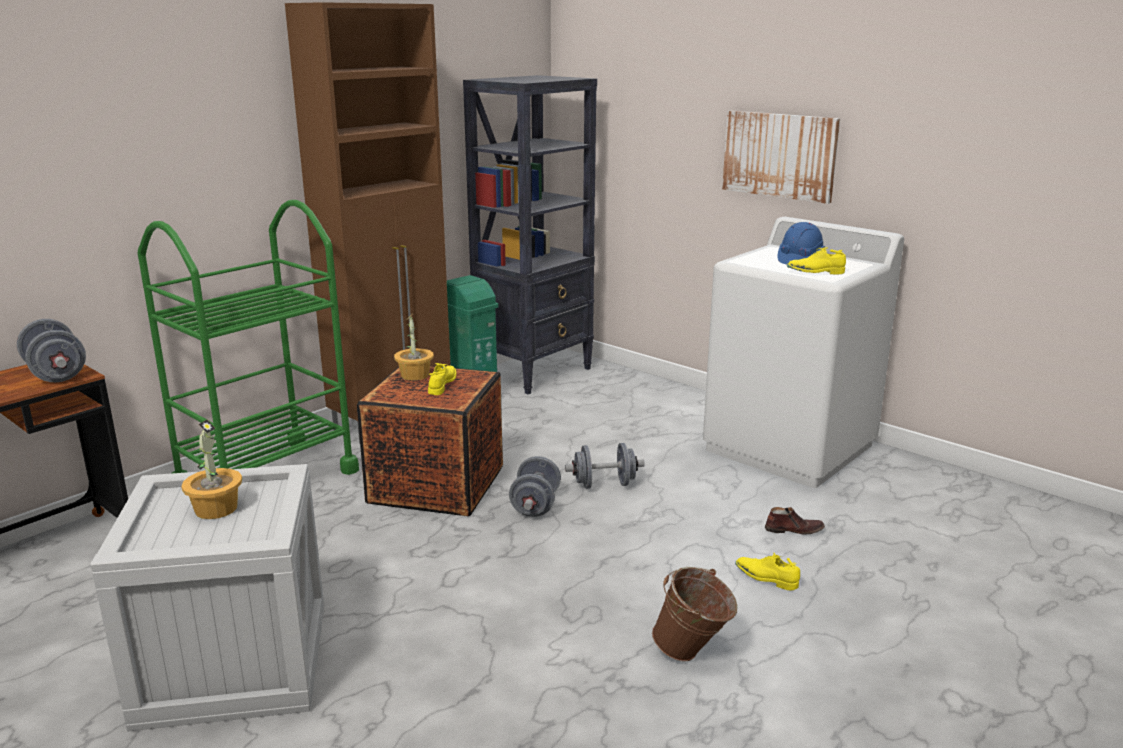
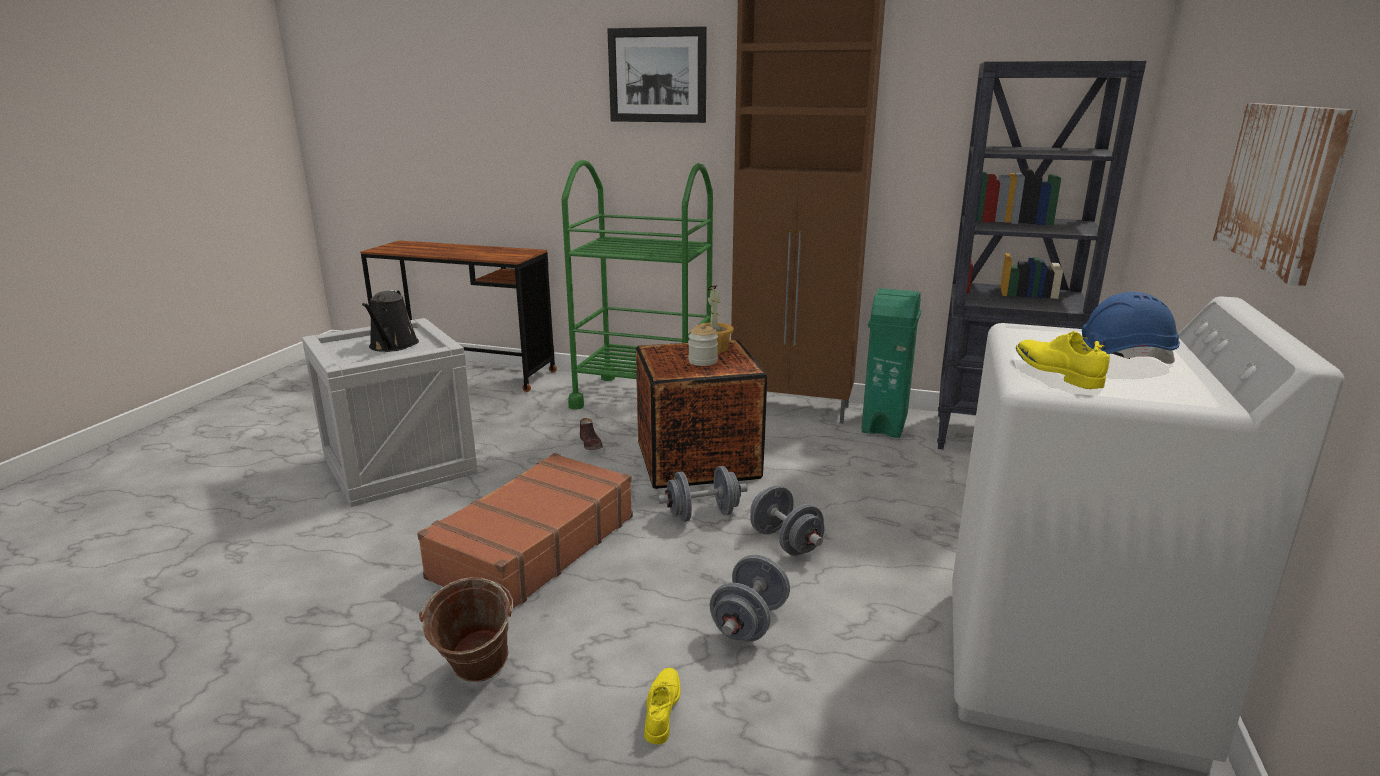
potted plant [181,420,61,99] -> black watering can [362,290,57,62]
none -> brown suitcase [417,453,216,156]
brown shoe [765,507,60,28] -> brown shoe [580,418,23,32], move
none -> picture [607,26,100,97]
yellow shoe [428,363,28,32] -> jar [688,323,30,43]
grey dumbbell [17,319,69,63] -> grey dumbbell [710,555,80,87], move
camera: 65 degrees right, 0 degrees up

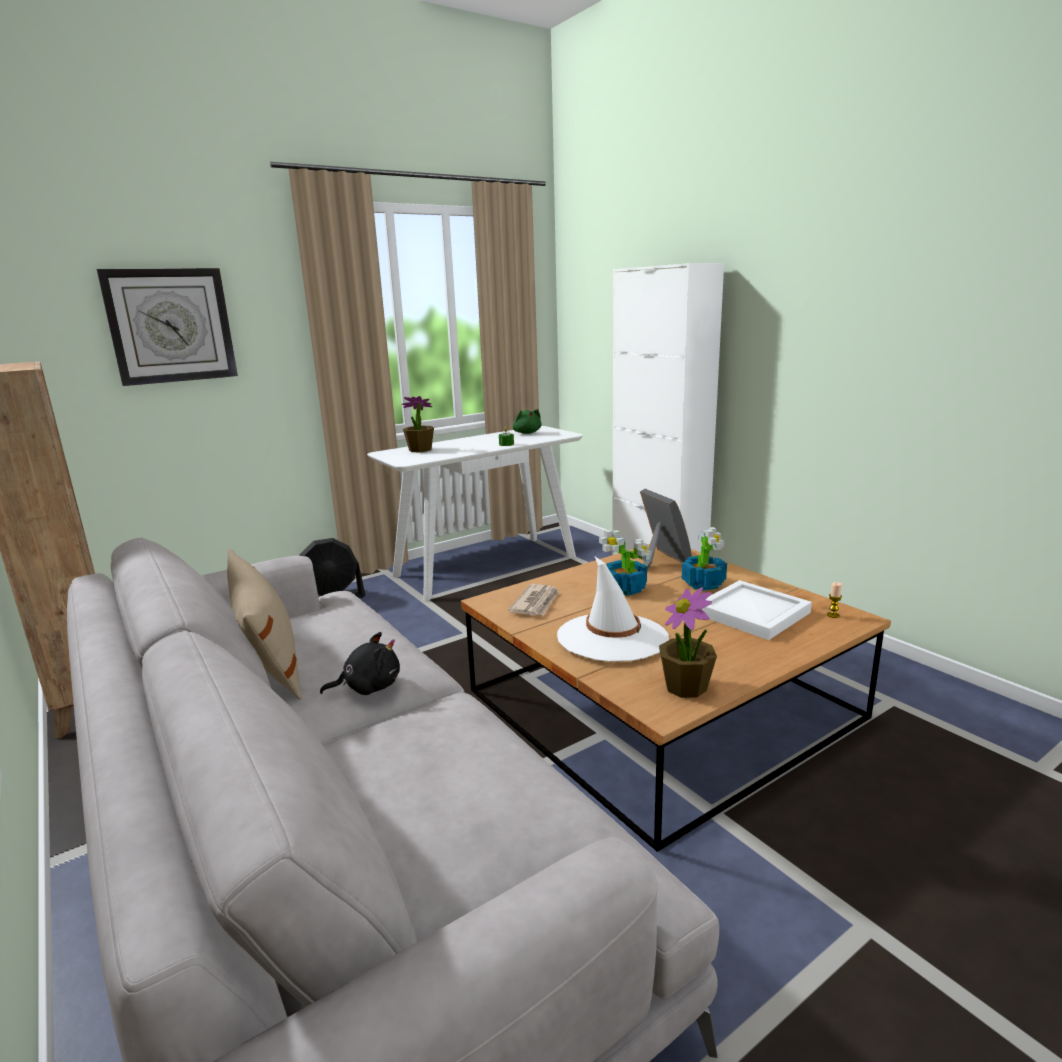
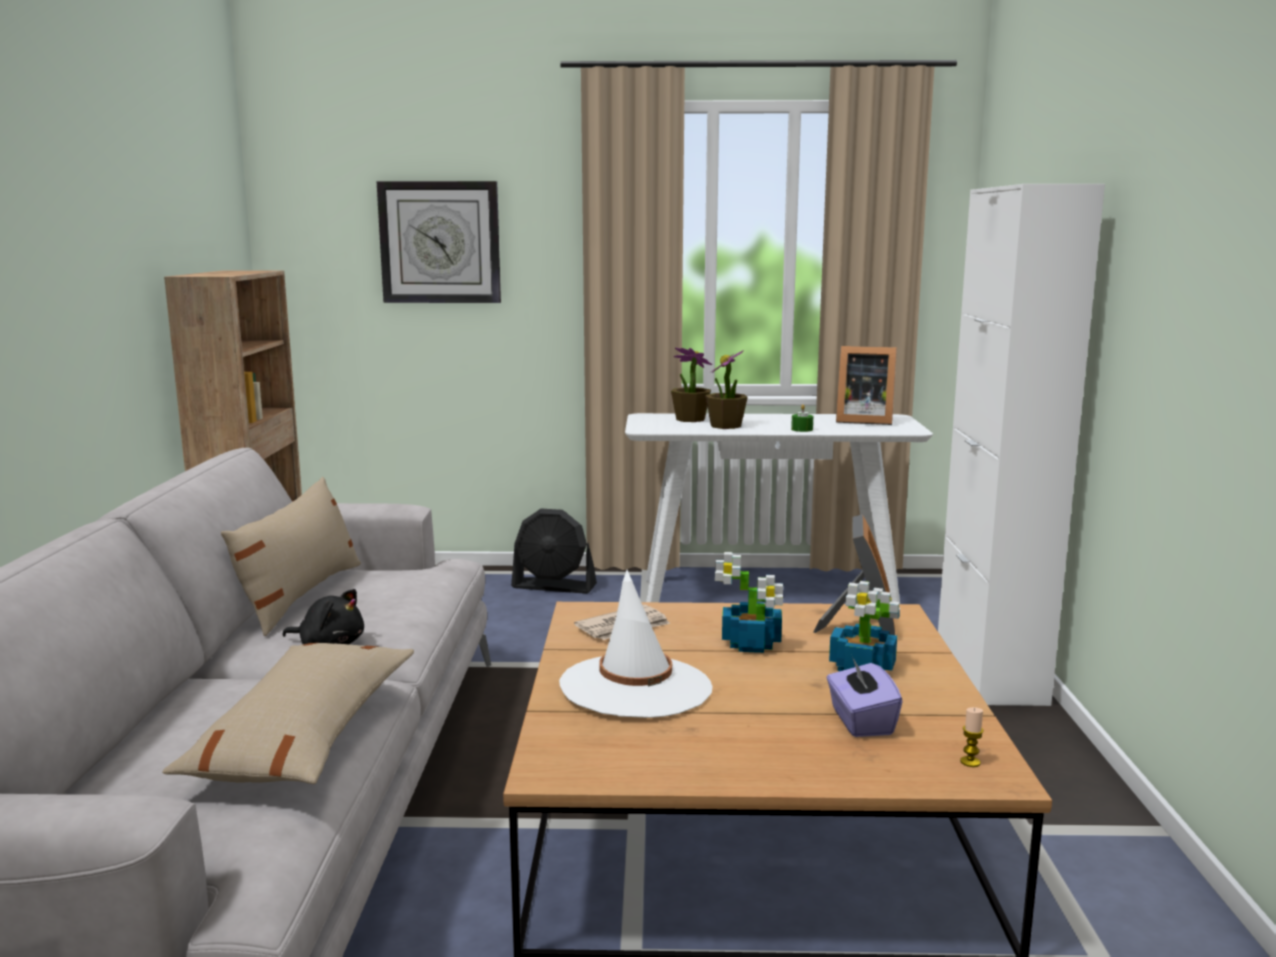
none -> beige pillow [162,643,252,141]
potted plant [659,587,58,111] -> potted plant [705,350,43,79], move
white tray [701,580,111,60] -> purple tissue box [827,657,76,80]
green plush toy [513,409,28,25] -> picture frame [836,346,61,79]
camera: 35 degrees right, 5 degrees down

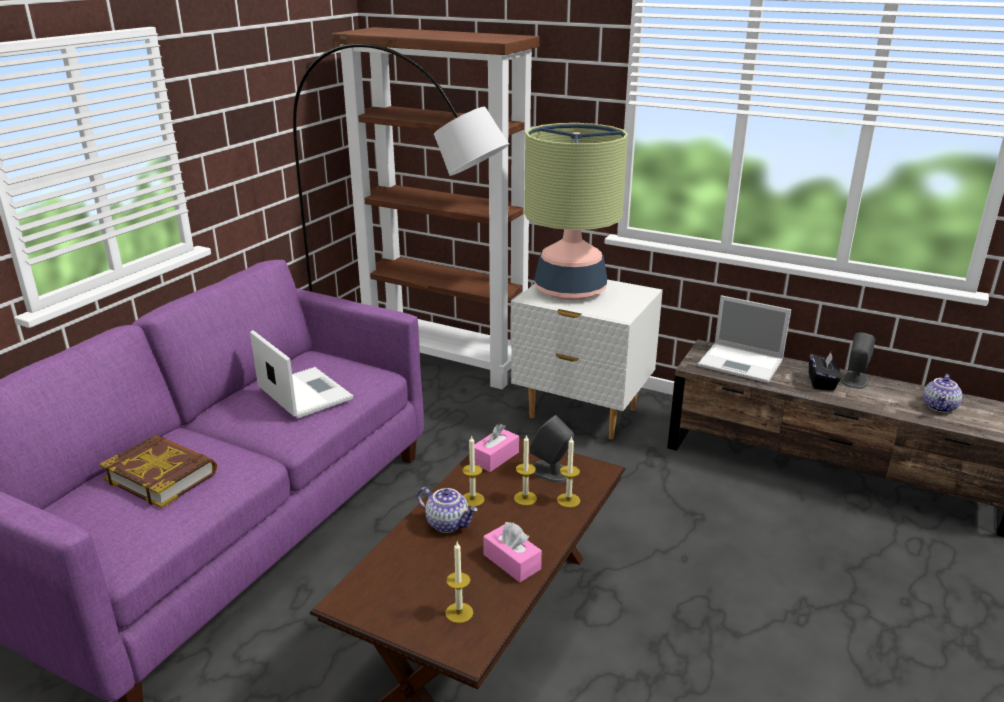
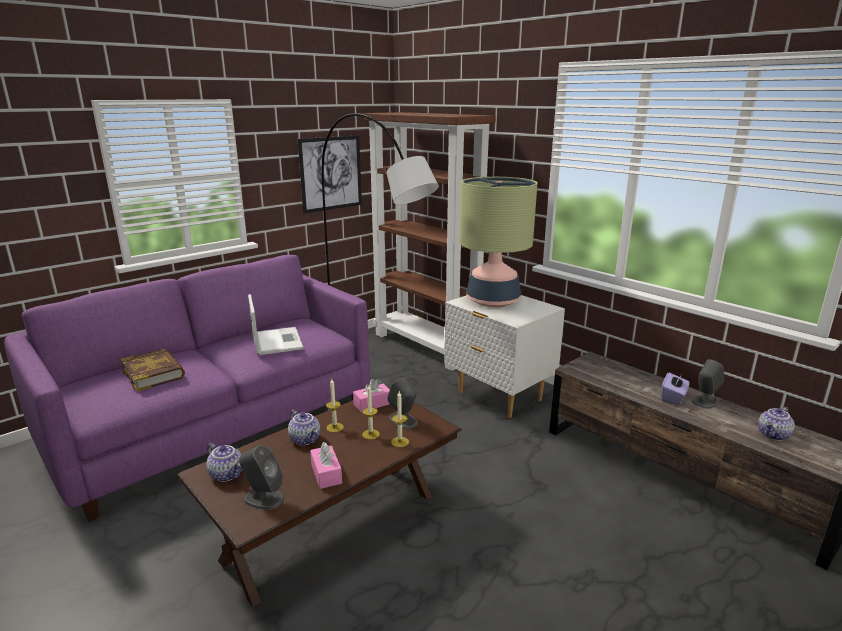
none -> teapot [206,443,36,39]
candle [445,542,28,81] -> grey speaker [239,445,45,65]
none -> picture [298,135,64,78]
black tissue box [809,352,32,38] -> purple tissue box [661,373,28,32]
laptop [698,295,93,88] -> none
camera: 20 degrees right, 5 degrees down

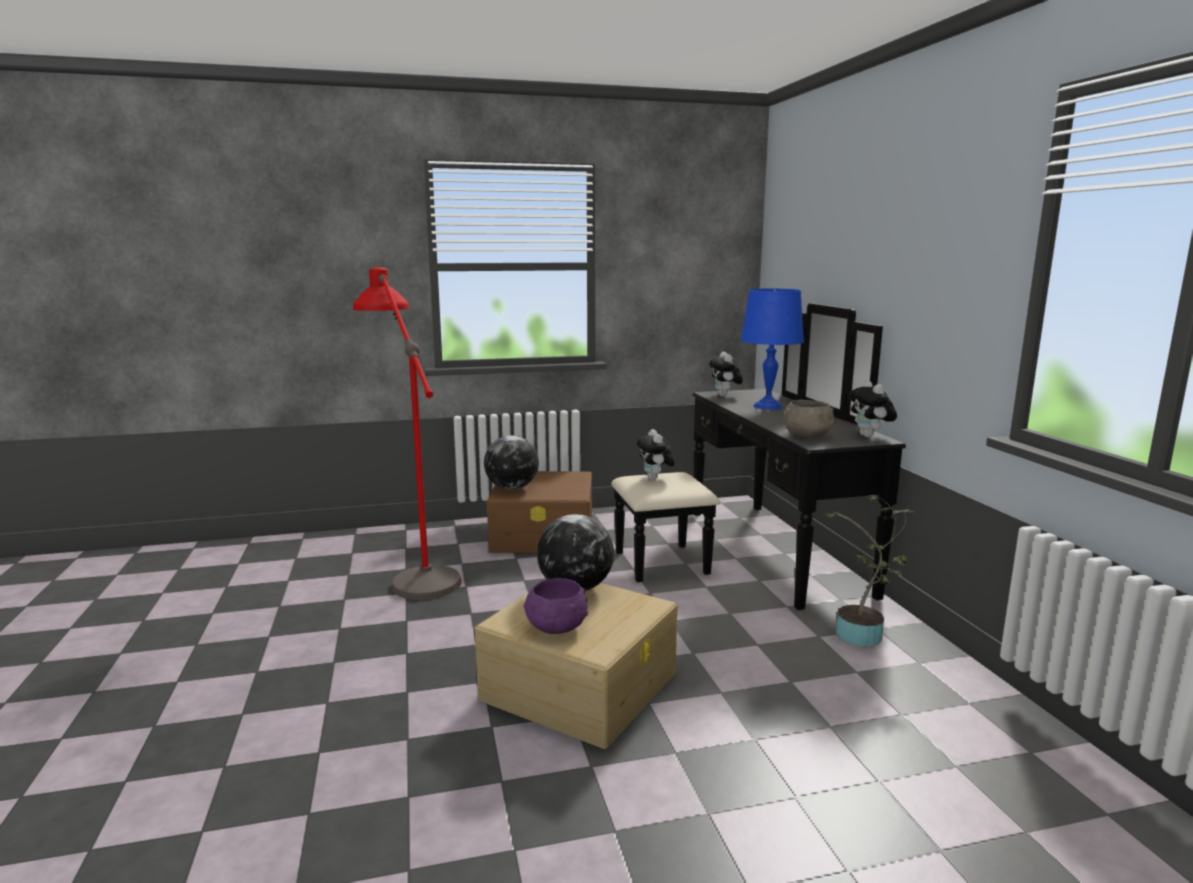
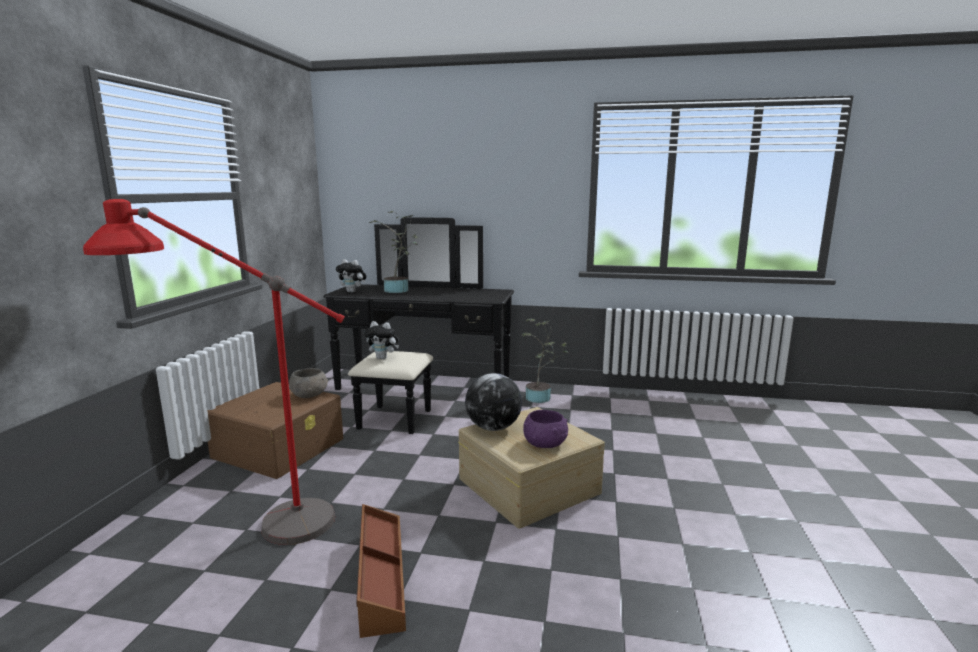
grey bowl [784,400,50,37] -> grey bowl [289,368,39,30], move
none -> brown storage box [356,504,50,134]
blue table lamp [741,288,63,122] -> potted plant [369,211,49,82]
globe [484,435,55,55] -> none
plush toy [848,380,49,57] -> none
camera: 65 degrees left, 0 degrees up

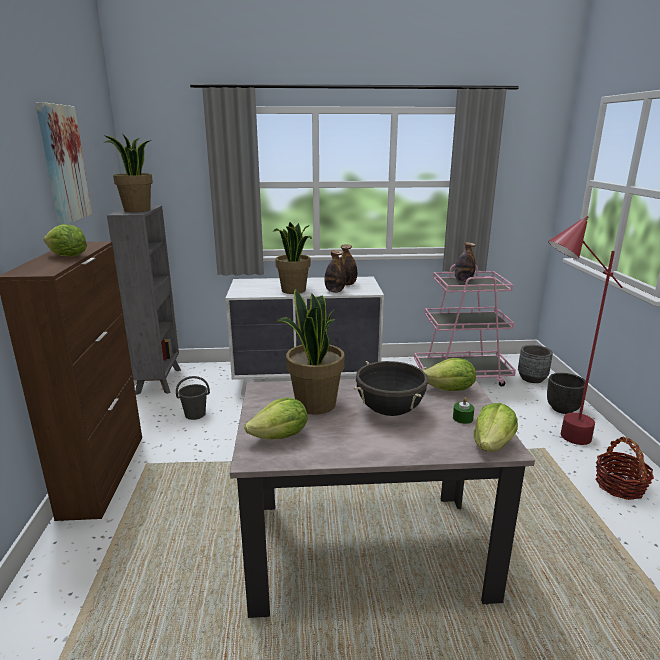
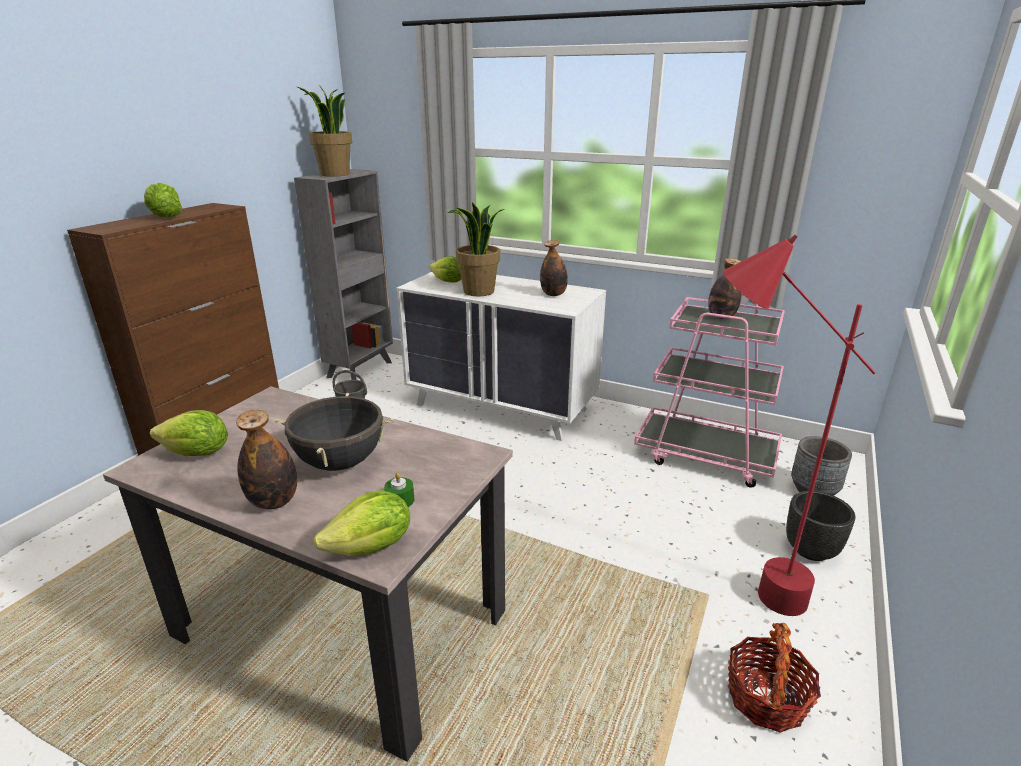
bottle [324,250,22,43] -> bottle [236,410,61,100], move
lettuce [423,358,53,33] -> lettuce [429,256,33,26], move
picture [35,102,57,123] -> none
potted plant [276,289,69,126] -> none
camera: 30 degrees right, 5 degrees up

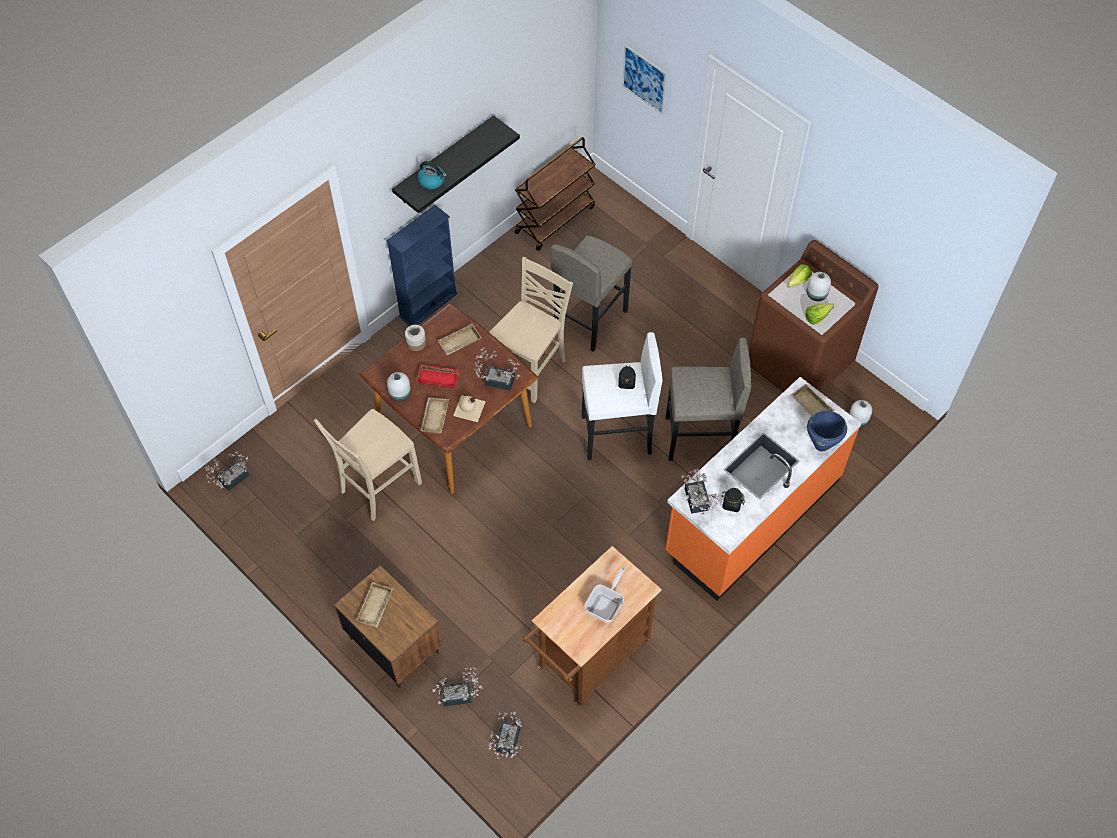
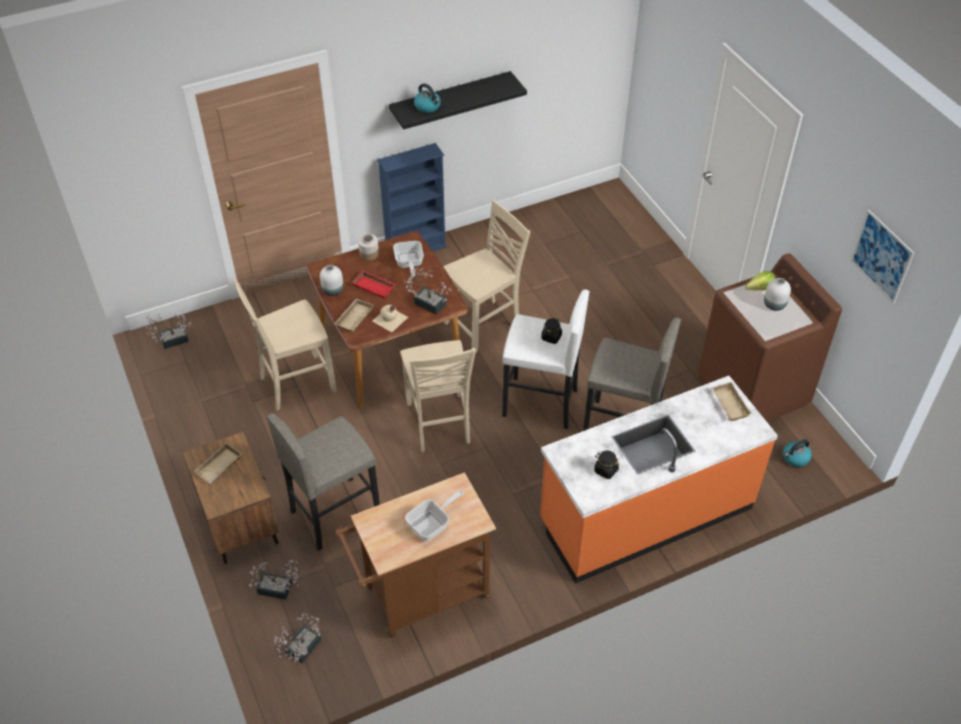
grey stool [551,236,82,116] -> grey stool [267,413,113,138], move
beige tray [438,324,44,31] -> frying pan [393,241,31,36]
none -> beige chair [400,340,76,112]
white vase [849,400,23,27] -> kettle [783,439,29,28]
picture [622,44,45,71] -> picture [850,210,64,94], move
brown cart [515,137,81,114] -> none
potted plant [681,469,40,46] -> none
lettuce [805,303,29,22] -> none
blue cooking pot [807,411,40,40] -> none
camera: 20 degrees right, 10 degrees down

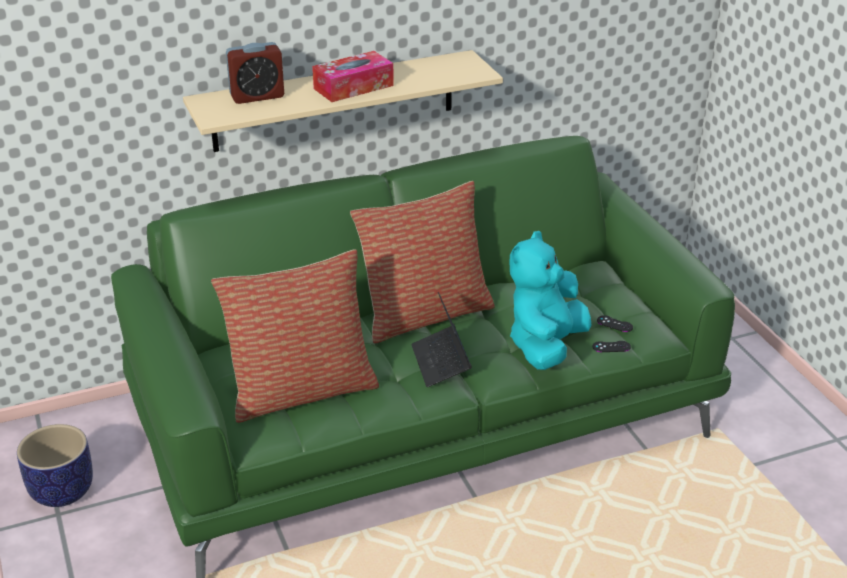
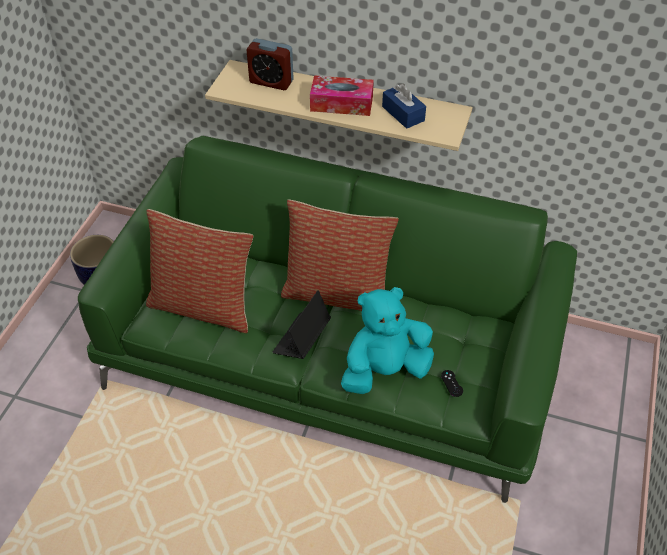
none -> blue tissue box [382,84,44,45]
black game controller [592,341,39,11] -> none
camera: 40 degrees right, 15 degrees up

